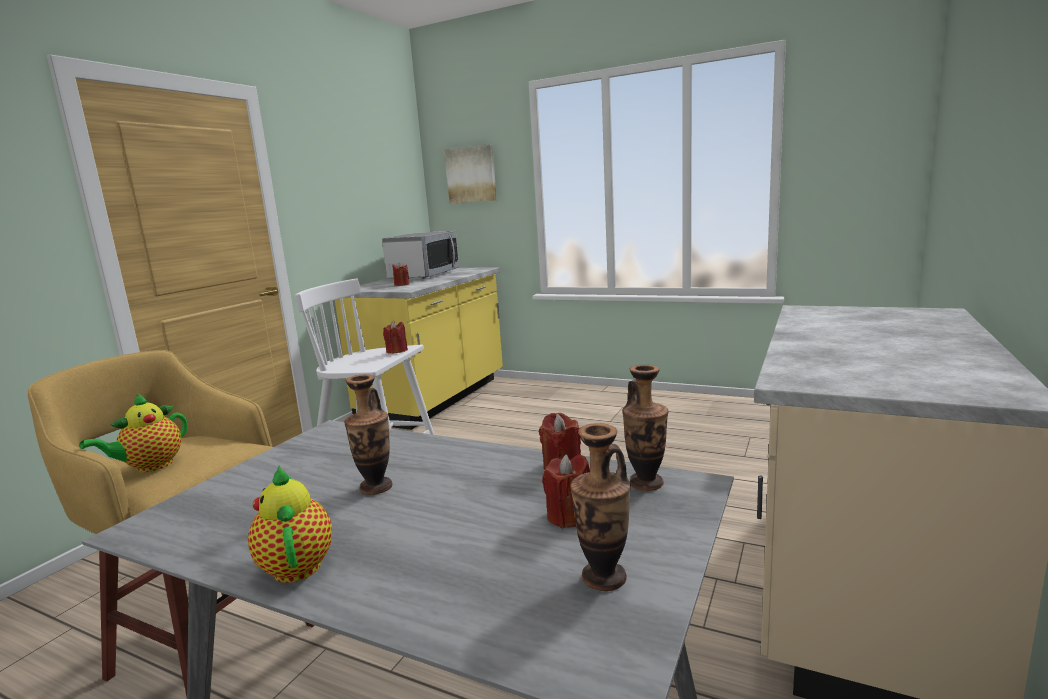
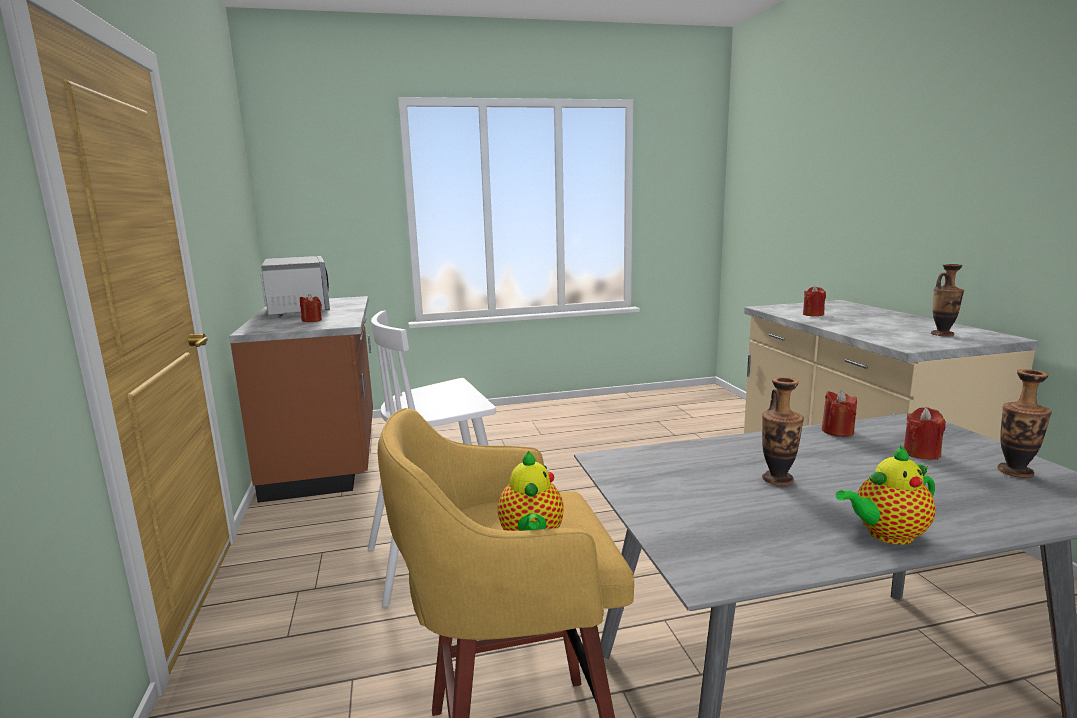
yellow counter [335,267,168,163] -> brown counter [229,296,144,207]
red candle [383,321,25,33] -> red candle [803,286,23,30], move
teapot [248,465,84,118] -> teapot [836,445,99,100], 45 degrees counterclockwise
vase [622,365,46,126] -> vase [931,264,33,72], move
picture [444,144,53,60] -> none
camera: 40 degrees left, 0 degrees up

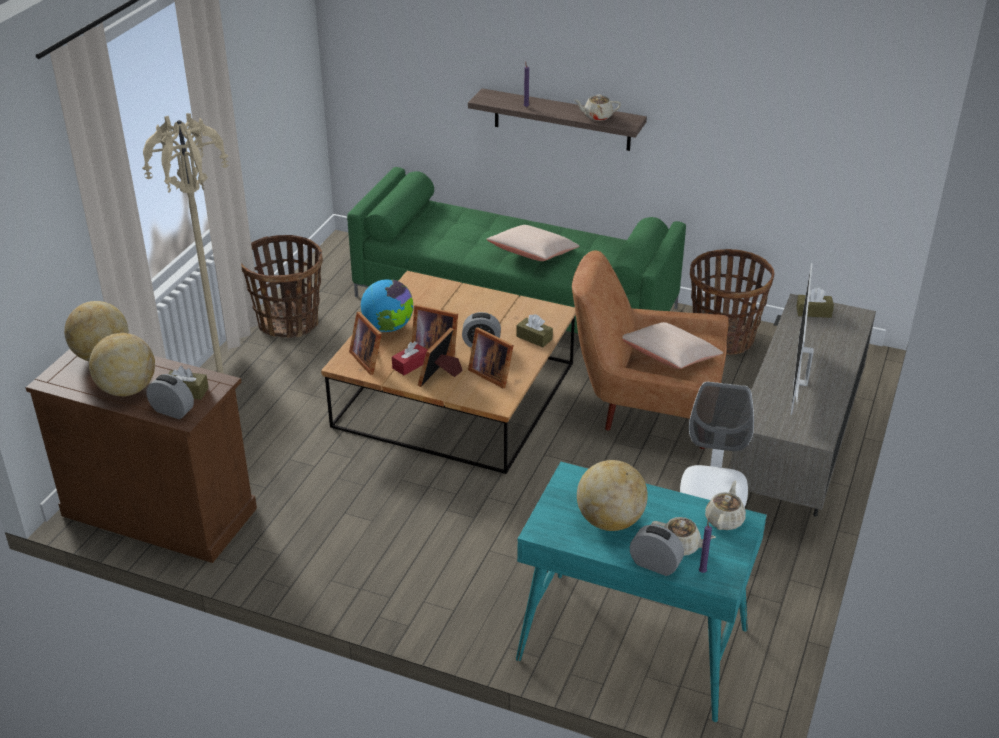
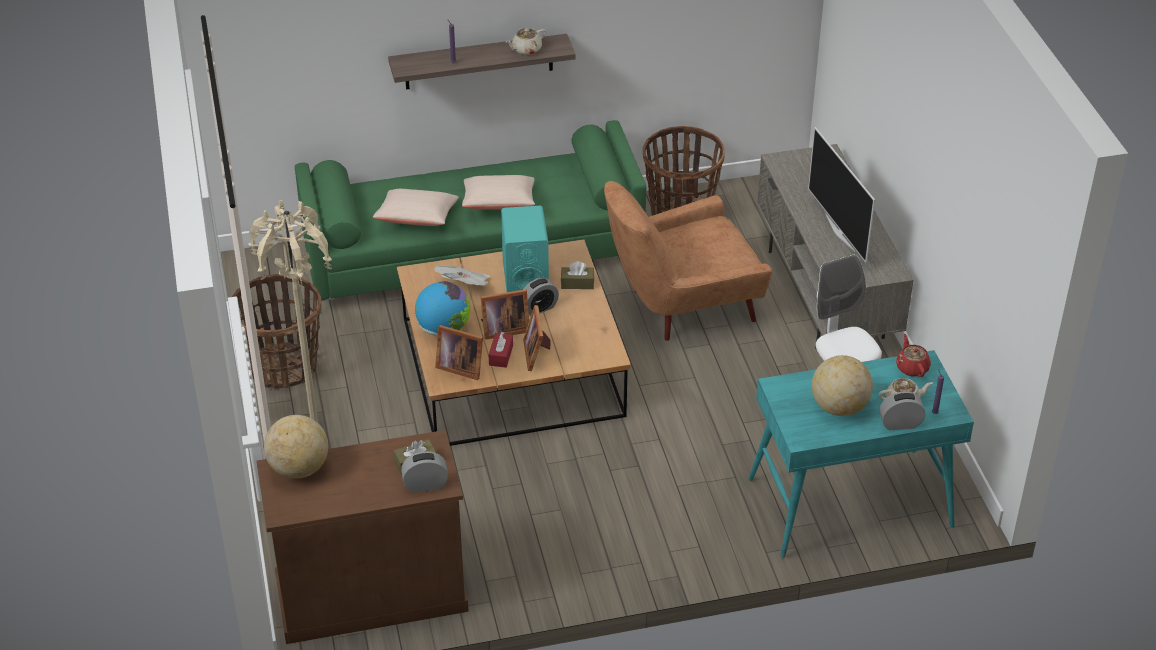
beige pillow [623,322,100,47] -> beige pillow [373,189,86,37], move
none -> newspaper [434,266,56,20]
none -> turquoise speaker [501,206,48,86]
beige teapot [705,481,41,49] -> red teapot [896,334,35,43]
globe [89,333,66,63] -> none
picture frame [468,327,46,61] -> none
brown tissue box [796,288,38,30] -> none
camera: 35 degrees left, 5 degrees up

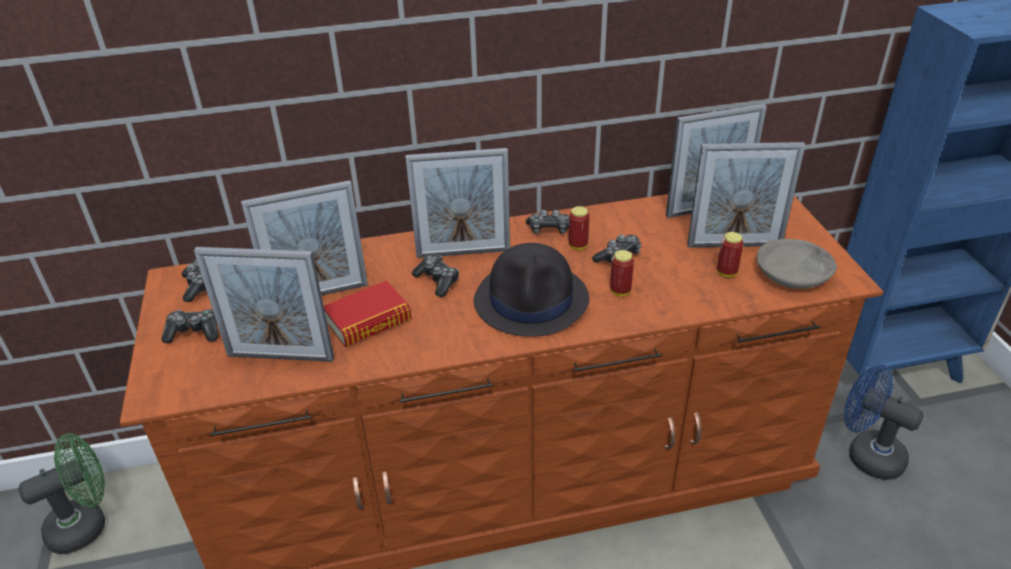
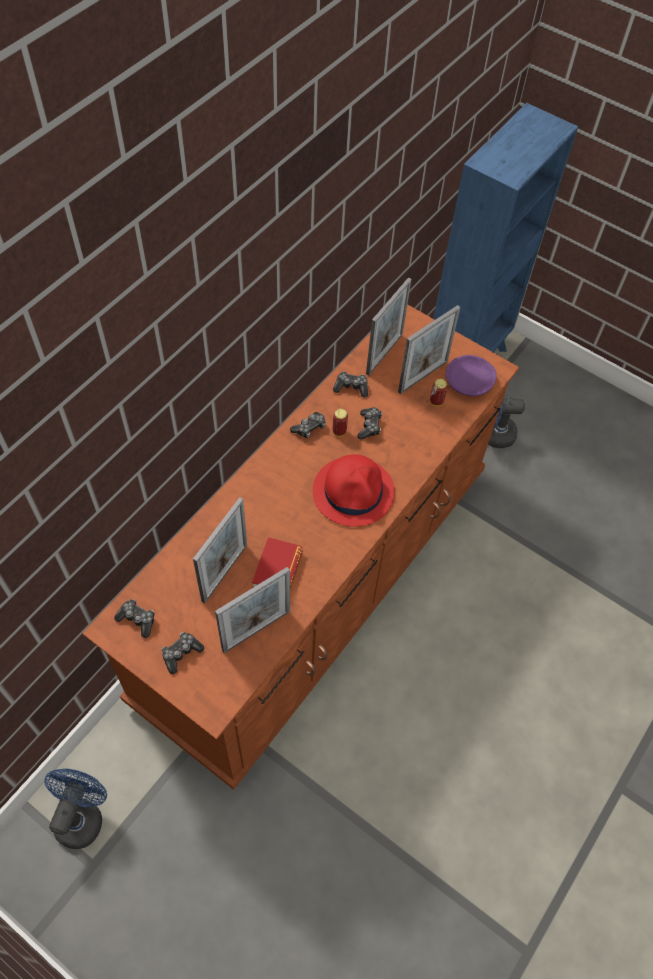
green fan [18,433,87,121] -> blue fan [44,769,63,80]
black hat [473,243,116,94] -> red hat [313,454,82,73]
game controller [412,254,47,43] -> game controller [333,371,35,26], move
grey bowl [756,239,81,50] -> purple bowl [446,355,50,41]
picture frame [405,148,105,110] -> none
can [610,250,24,46] -> none
camera: 45 degrees left, 20 degrees up

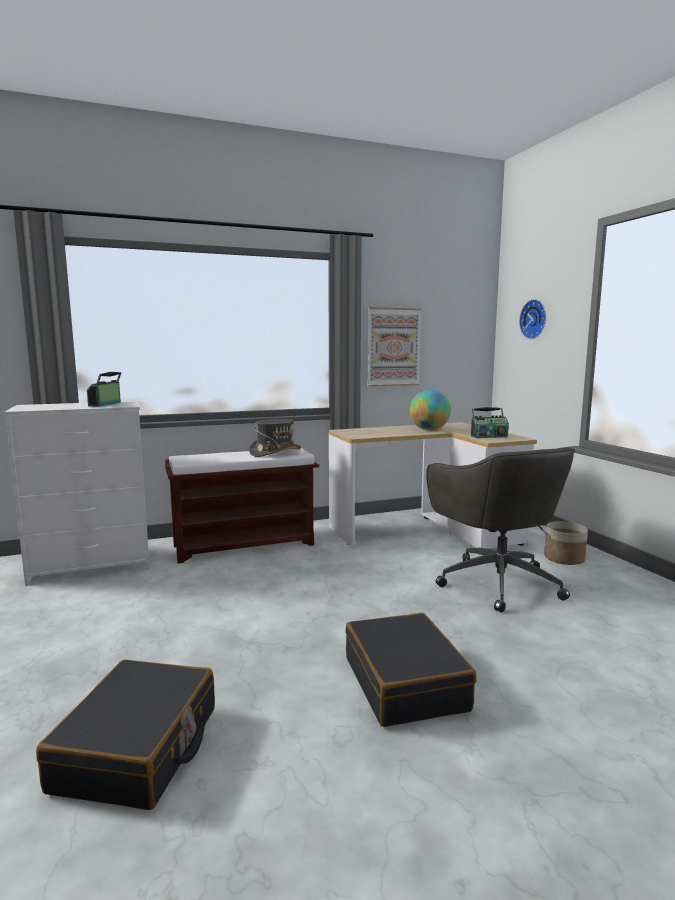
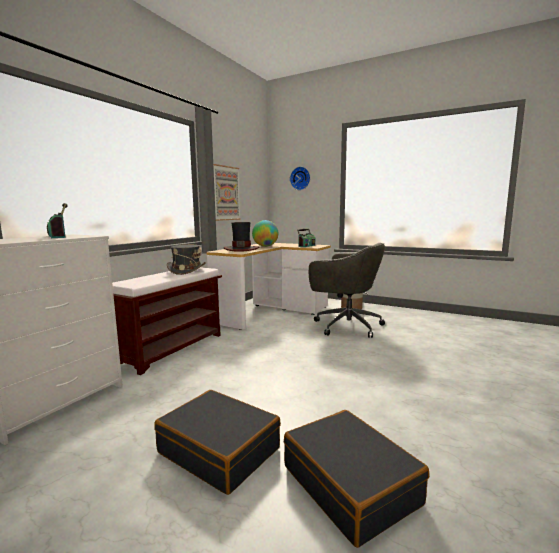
black suitcase [345,613,132,114] -> black suitcase [154,390,127,105], move
none -> hat [224,222,35,30]
camera: 40 degrees left, 0 degrees up

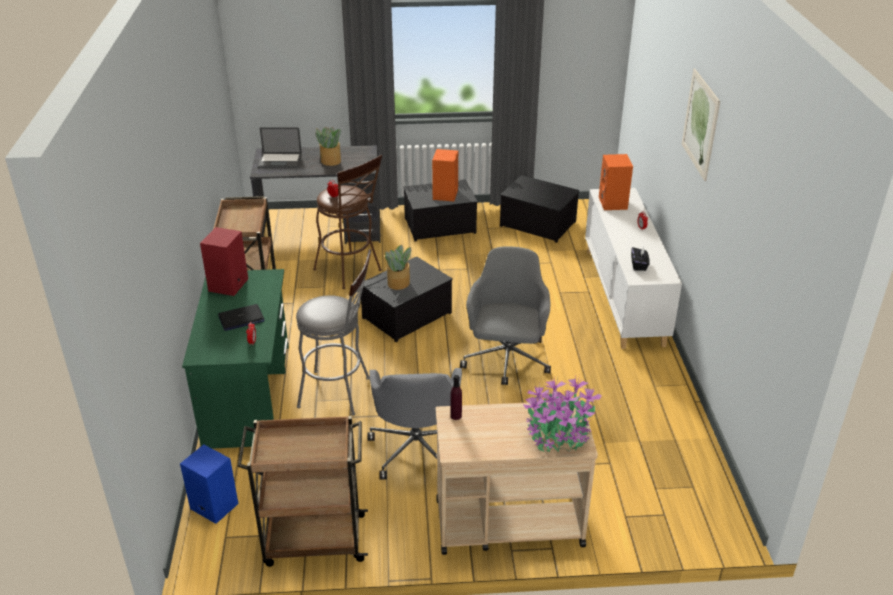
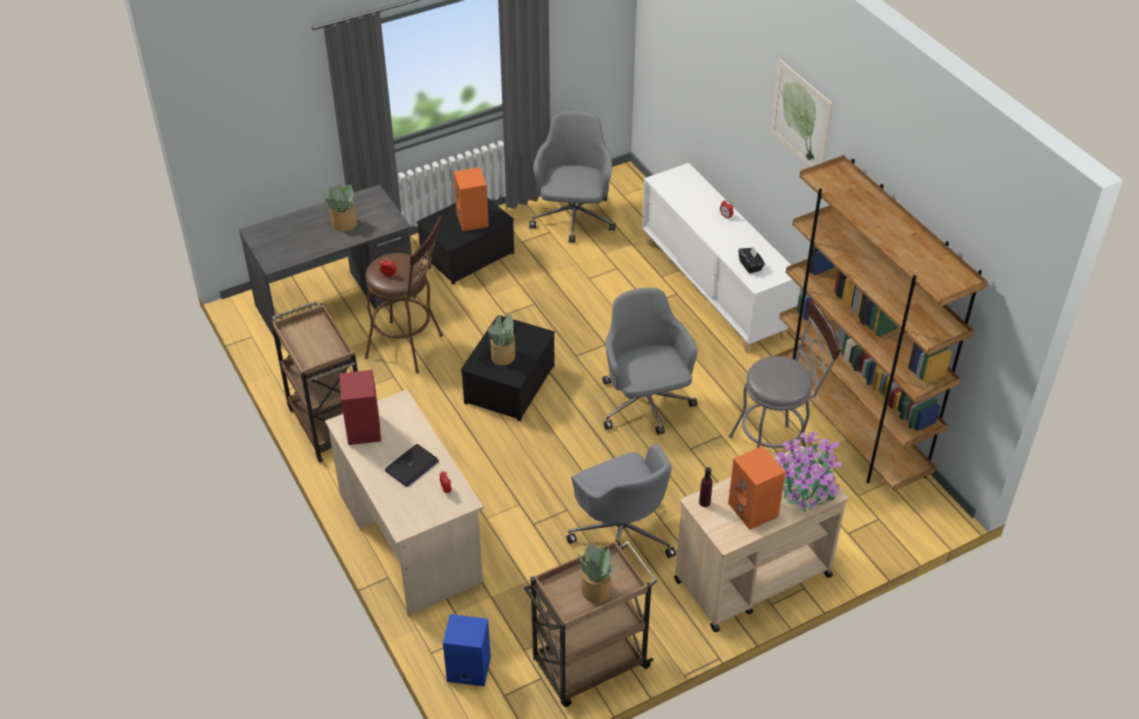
green desk [182,269,107,180] -> beige desk [325,390,159,225]
storage box [500,175,80,68] -> grey office chair [529,111,86,132]
none -> potted plant [577,543,37,60]
orange speaker [599,154,34,56] -> orange speaker [728,446,58,84], move
grey stool [296,249,75,167] -> grey stool [729,302,113,146], move
none -> brown bookcase [774,155,214,336]
laptop [258,127,44,41] -> none
camera: 25 degrees left, 10 degrees up

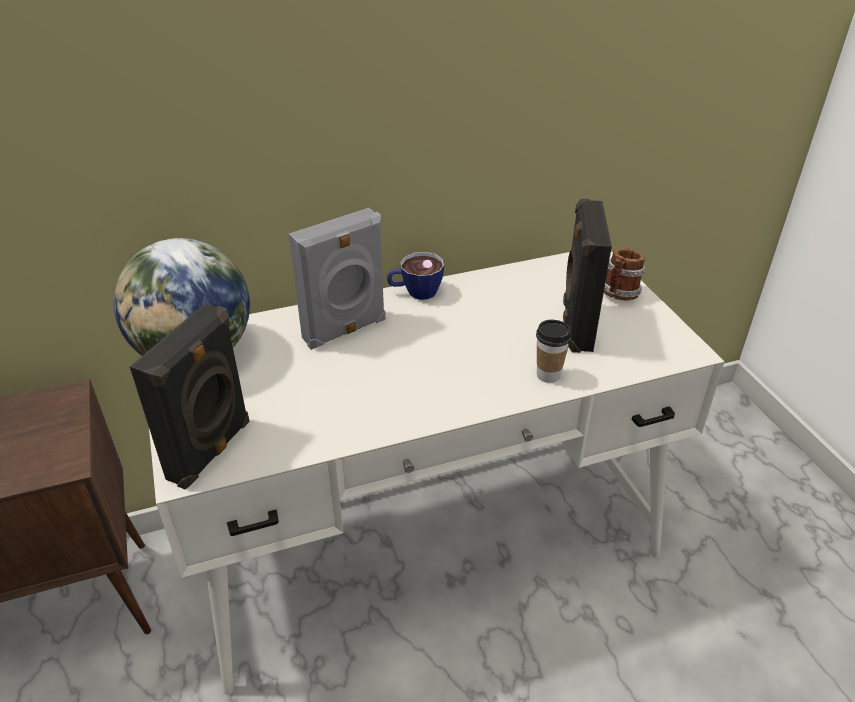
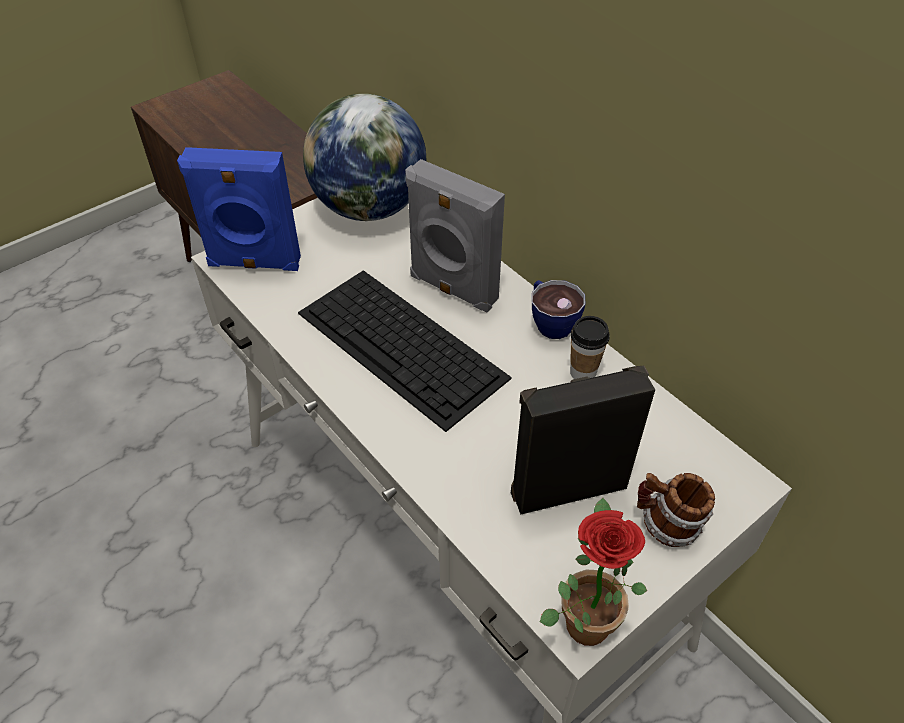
black speaker [130,304,120,186] -> blue speaker [177,147,124,124]
none -> keyboard [298,270,214,162]
none -> potted plant [540,498,107,148]
cup [536,320,36,63] -> cup [570,316,39,63], move
camera: 70 degrees right, 10 degrees up

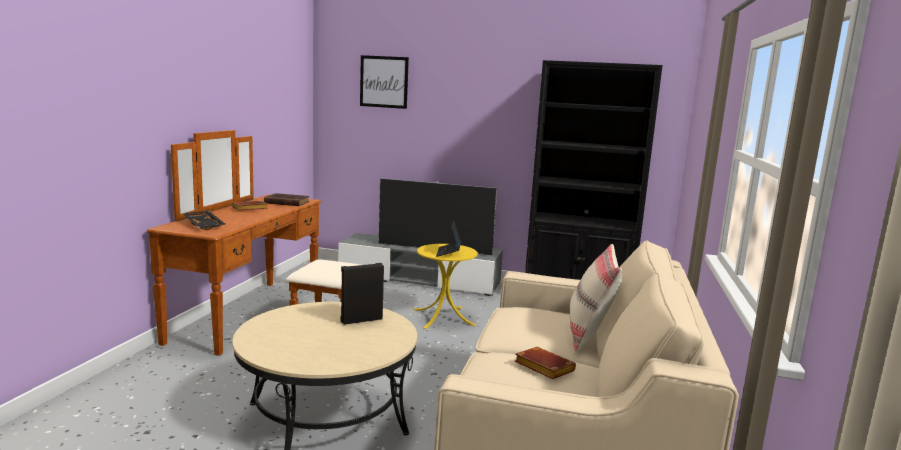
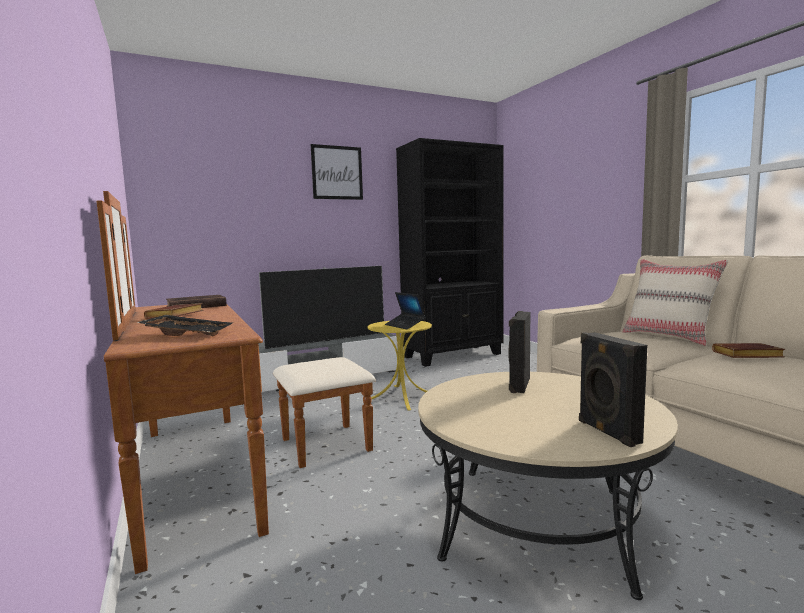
picture [360,55,49,54] -> picture [311,144,52,56], move
none -> black speaker [579,332,68,115]
camera: 40 degrees left, 5 degrees down

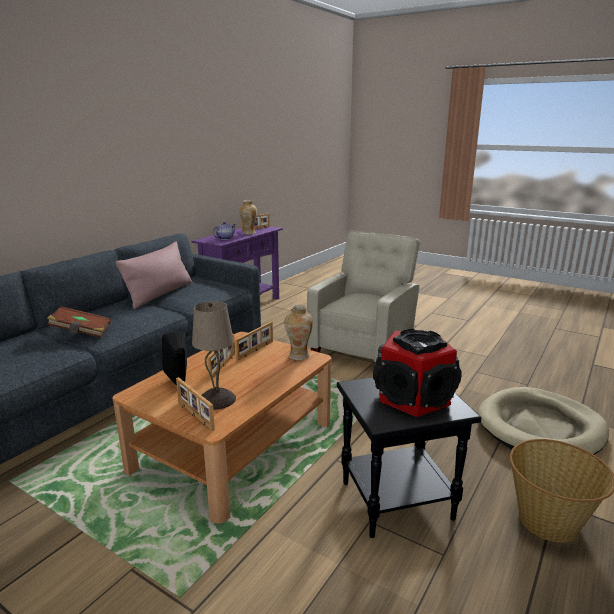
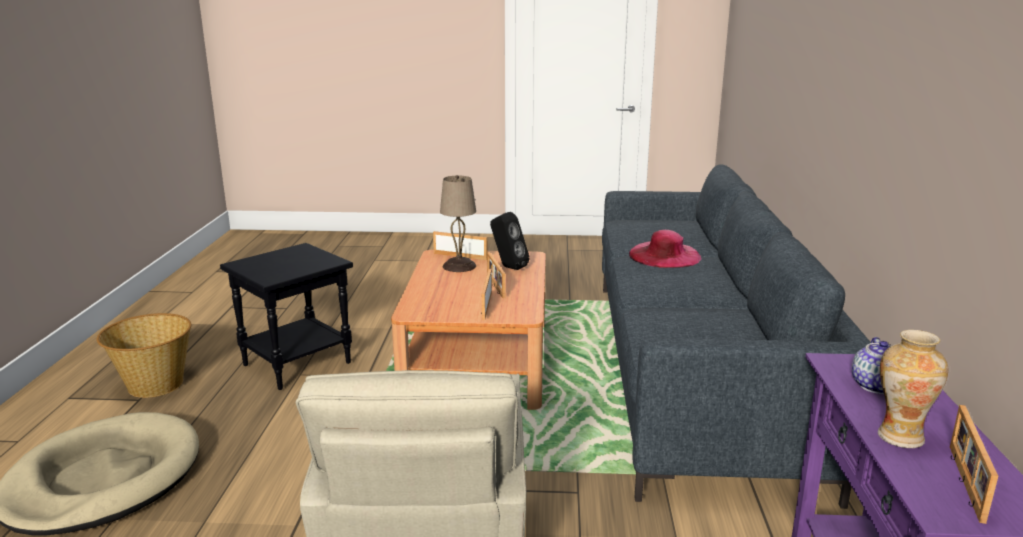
brown book [47,306,64,32] -> pink hat [629,230,73,38]
pink pillow [115,242,77,67] -> none
vase [284,305,29,55] -> none
speaker [373,329,89,88] -> none
camera: 150 degrees right, 0 degrees up

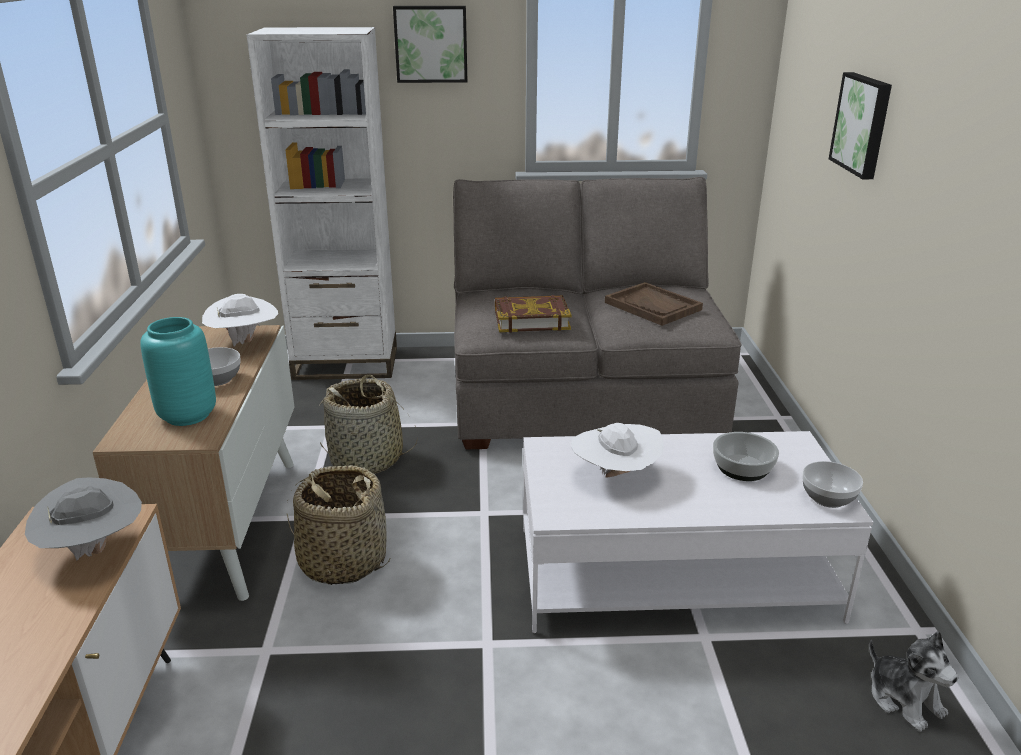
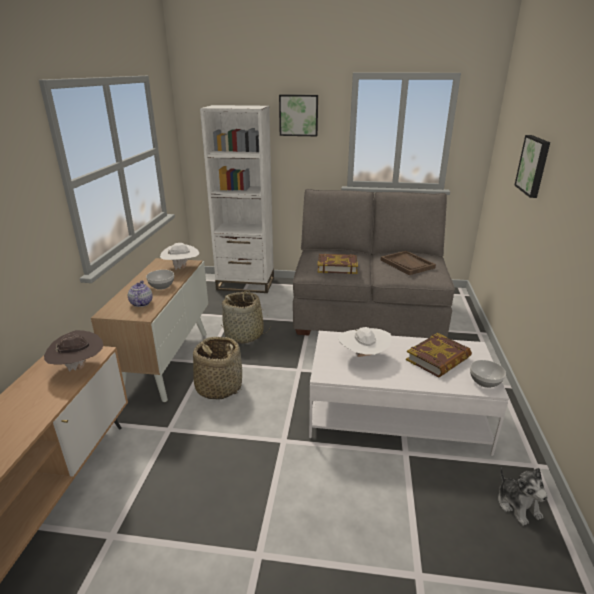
grey hat [25,477,117,83] -> brown hat [44,330,60,42]
turquoise vase [140,317,76,109] -> teapot [128,281,25,26]
bowl [713,432,66,49] -> book [406,333,66,44]
camera: 10 degrees right, 0 degrees up

